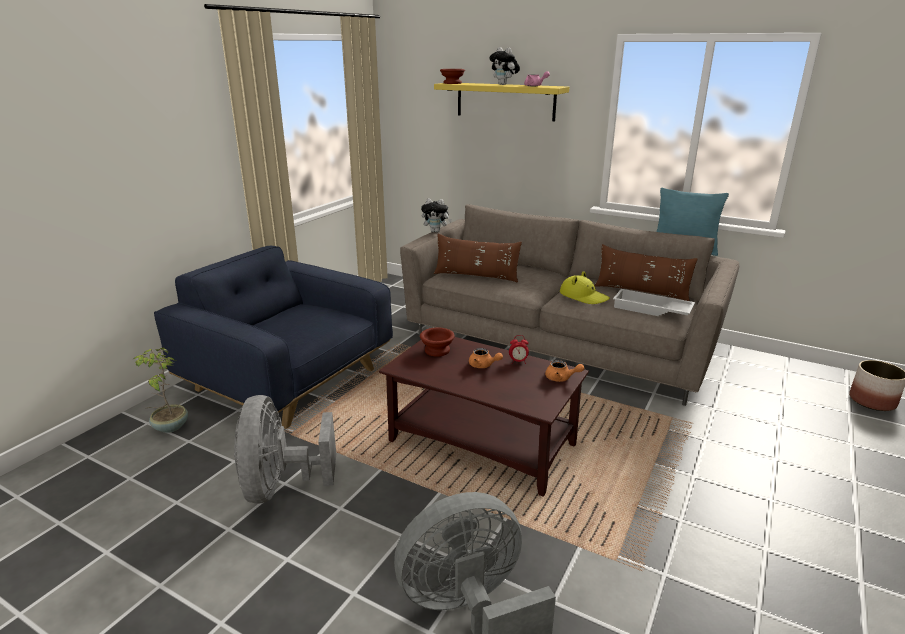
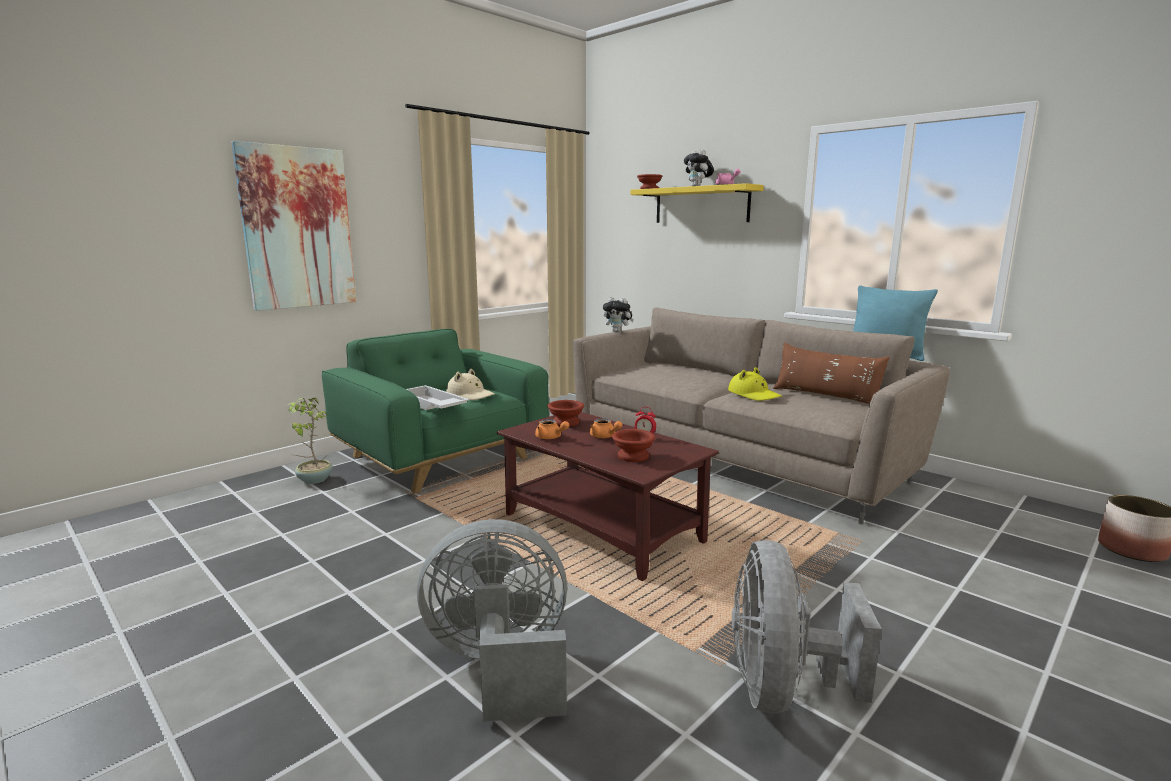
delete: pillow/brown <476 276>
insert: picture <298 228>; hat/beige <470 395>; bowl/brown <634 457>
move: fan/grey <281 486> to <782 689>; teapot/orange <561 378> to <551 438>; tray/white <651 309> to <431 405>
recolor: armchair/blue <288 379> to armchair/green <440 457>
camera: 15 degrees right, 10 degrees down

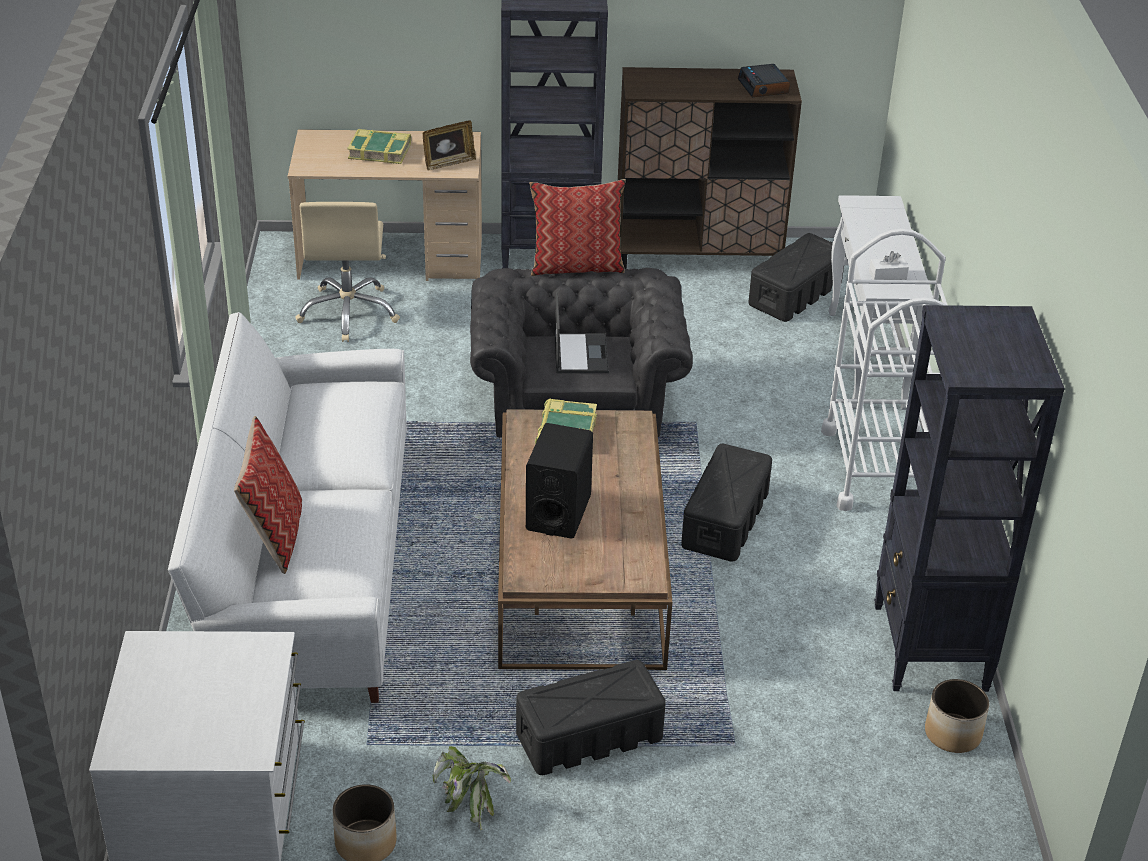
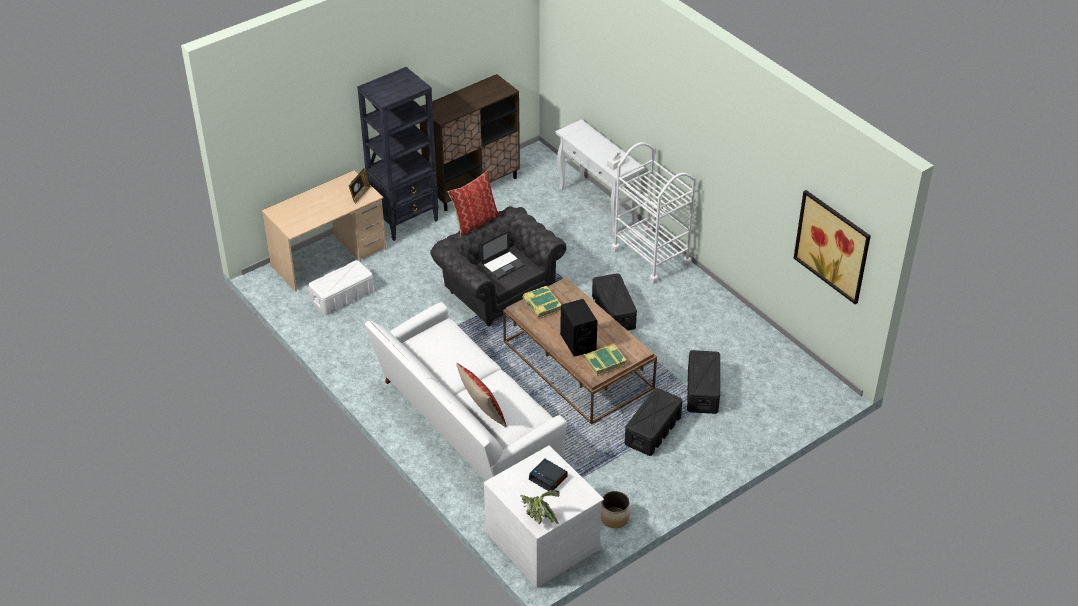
delete: bookcase/black <929 649>; planter <952 734>
insert: picture <832 246>
move: book <380 151> to <604 362>; potted plant <470 803> to <538 516>; alarm clock <764 87> to <548 478>; storage box/black <794 294> to <702 391>
replace: office chair/beige <349 313> to storage box/white <342 296>
rotate: laptop <580 353> = <503 264> 90 degrees clockwise
camera: 35 degrees left, 5 degrees up

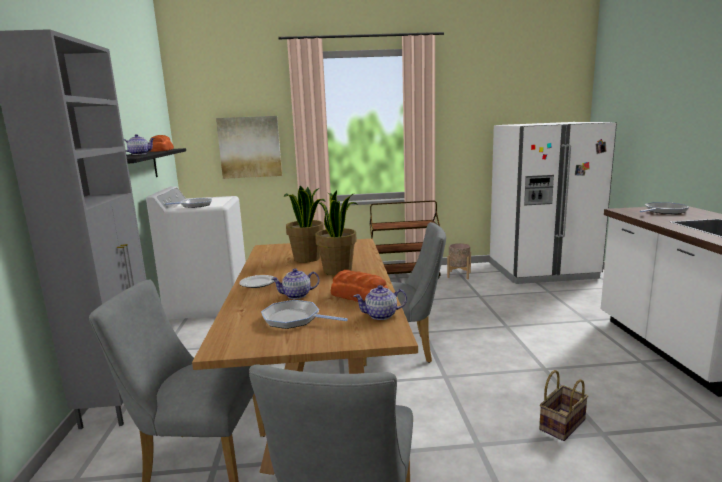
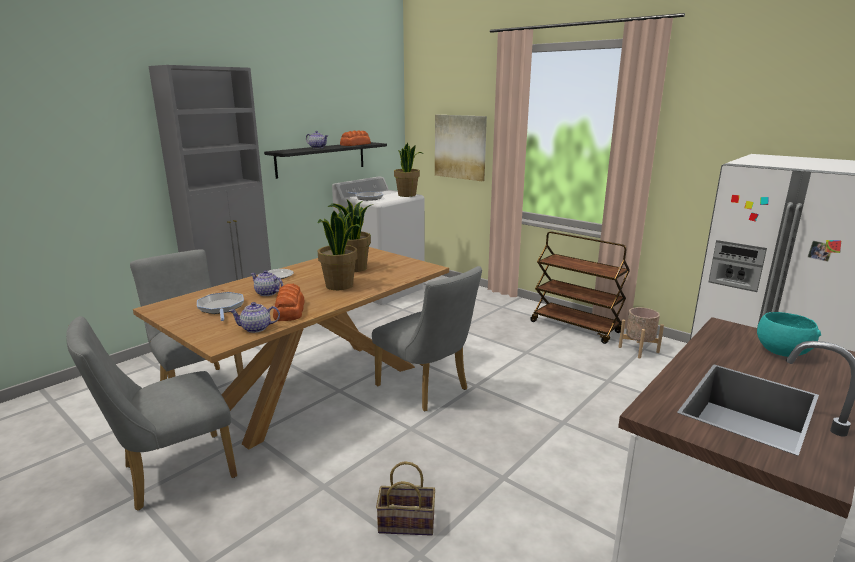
insert: potted plant <407 195>
replace: frying pan <664 211> to bowl/turquoise <781 352>
rotate: teapot <381 315> = <256 328> 45 degrees counterclockwise
camera: 45 degrees right, 5 degrees up

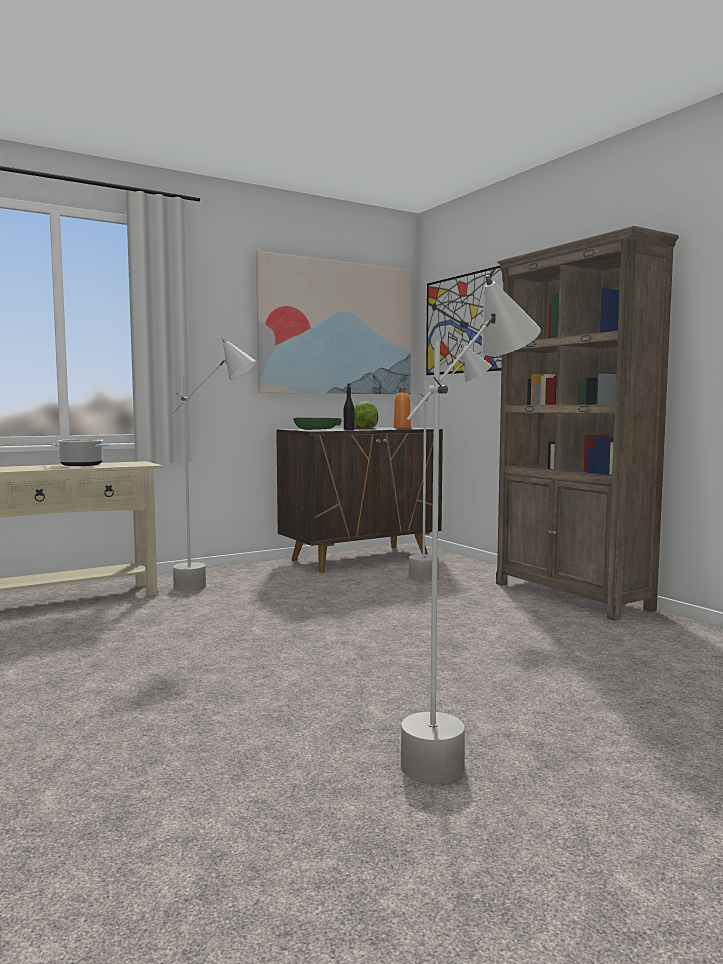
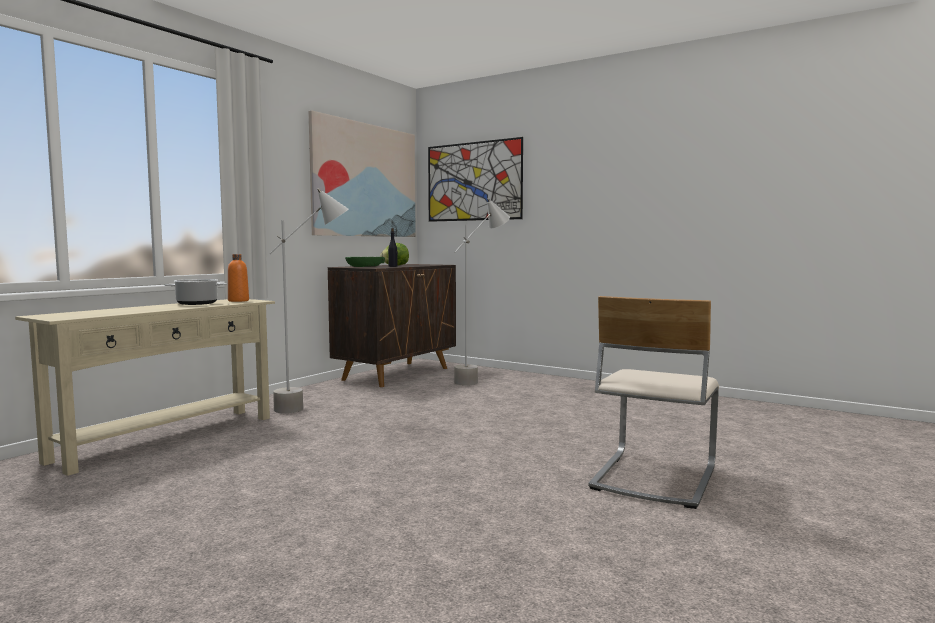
delete: bookcase/brown <571 596>
move: bottle/orange <402 428> to <238 301>
replace: floor lamp/grey <466 749> to chair/beige <652 478>
camera: 25 degrees left, 0 degrees up

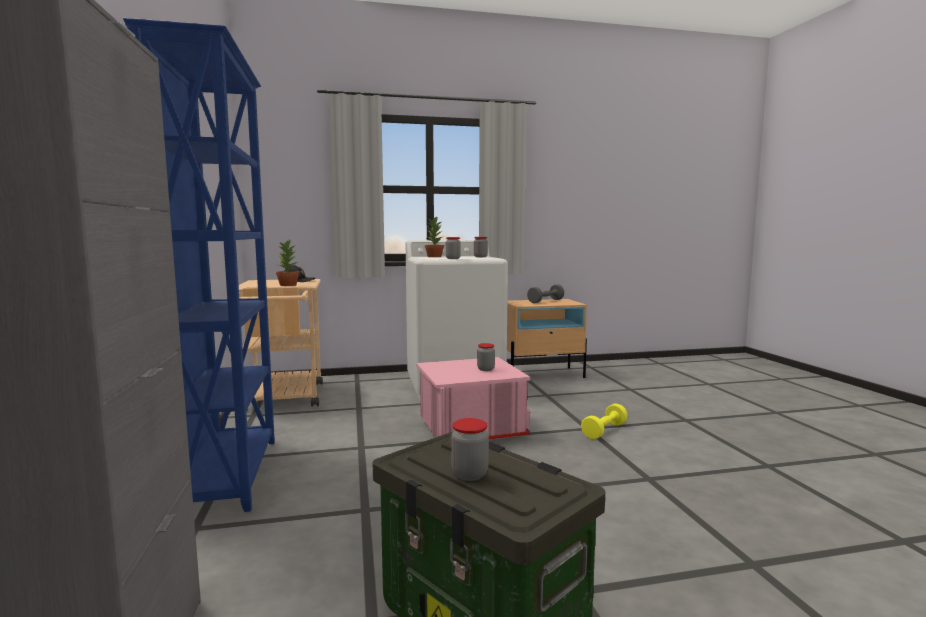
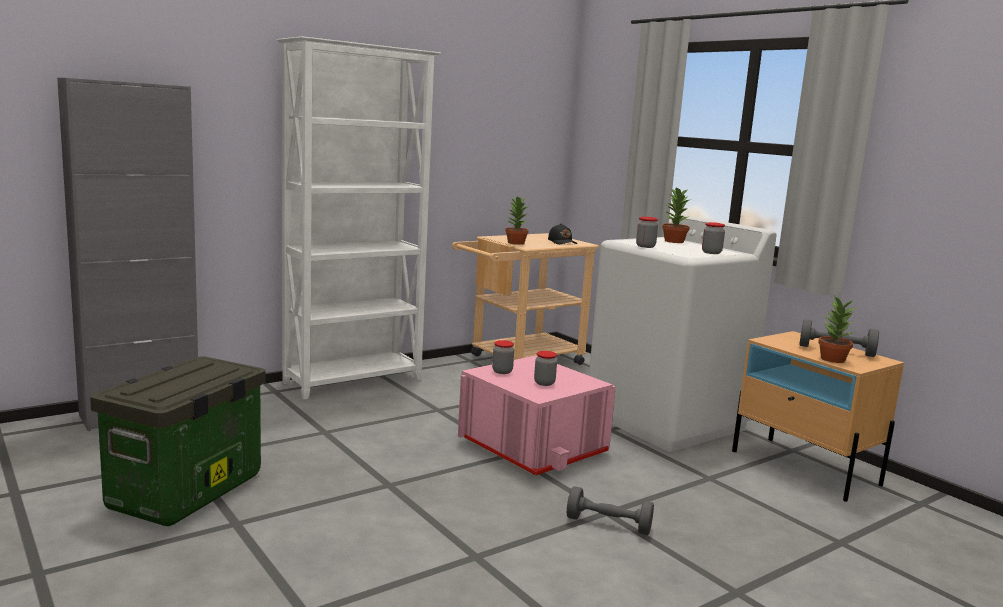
insert: potted plant <832 359>
move: jar <469 474> to <502 371>
recolor: bookcase/blue <232 474> to bookcase/white <355 381>; dumbbell/yellow <604 431> to dumbbell/grey <608 524>
camera: 65 degrees right, 5 degrees up

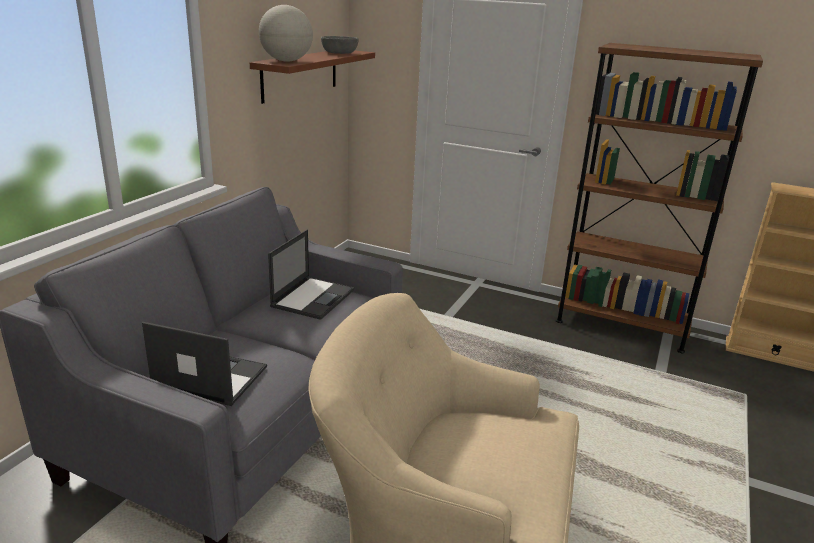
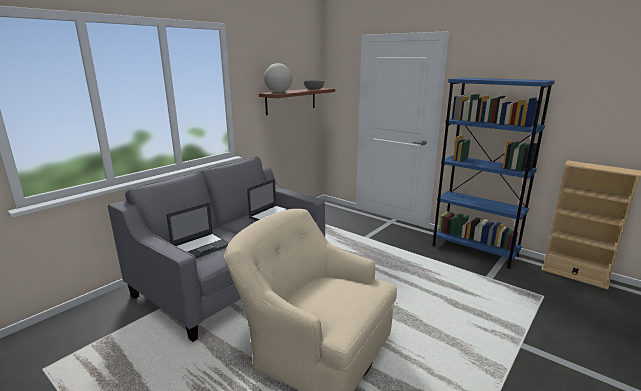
recolor: bookcase/brown <621 325> to bookcase/blue <474 250>
rotate: laptop <209 377> = <201 246> 105 degrees clockwise
camera: 15 degrees right, 5 degrees down

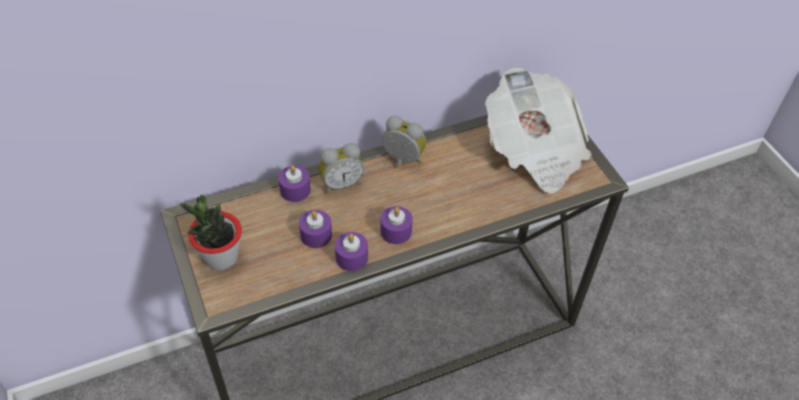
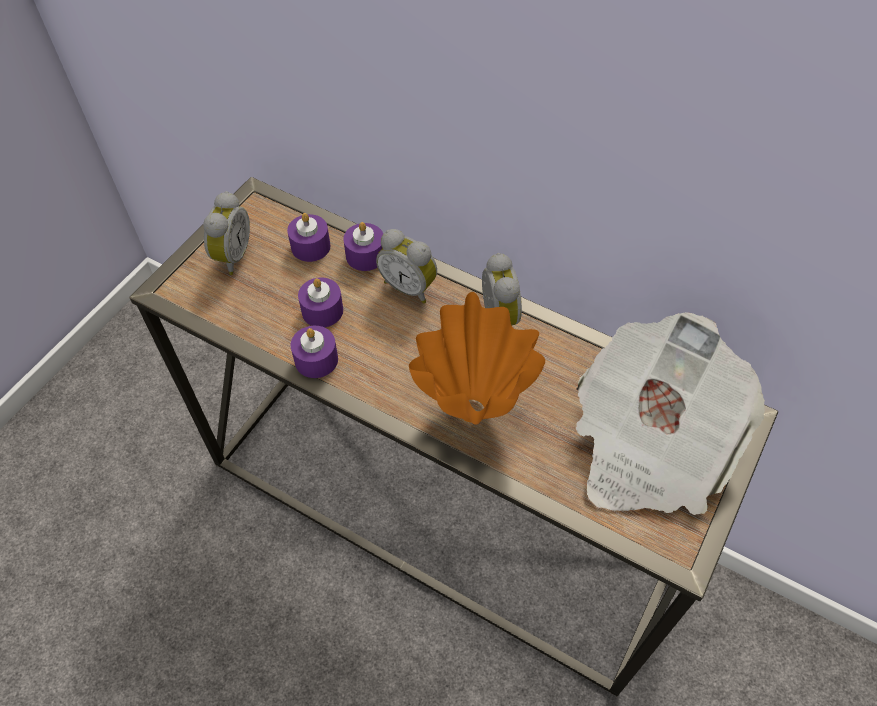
insert: vase/orange <471 413>
move: candle/purple <396 231> to <310 246>
replace: potted plant <221 258> to alarm clock <231 256>
camera: 55 degrees right, 5 degrees up

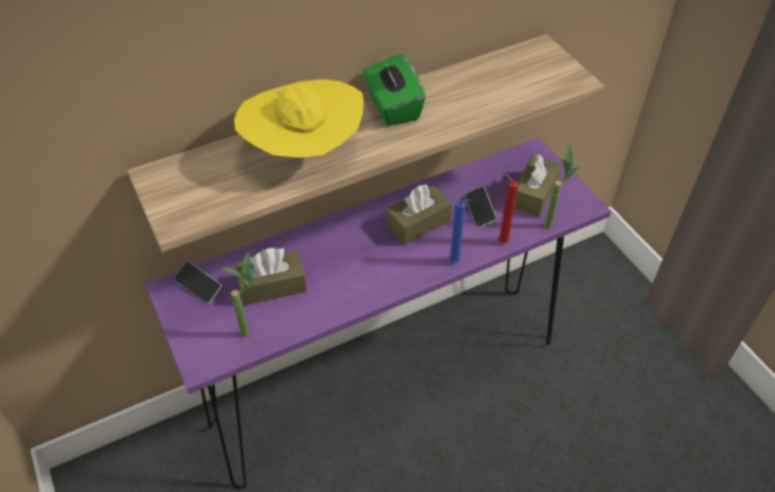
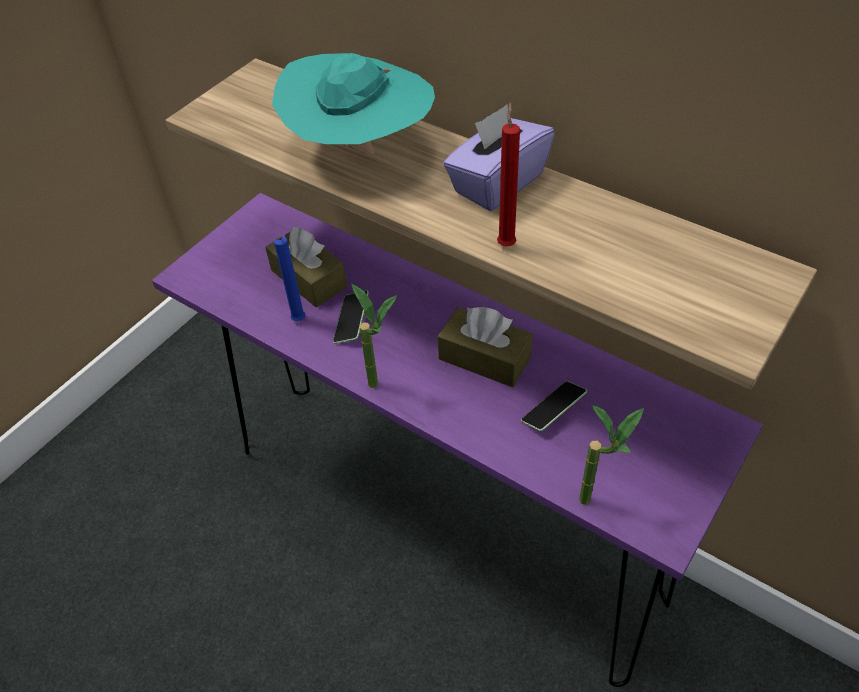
delete: tissue box/brown <534 194>
move: phone <199 286> to <352 323>; potted plant <251 329> to <382 386>; candle/blue <456 262> to <298 322>; candle/red <501 241> to <506 243>
recolor: hat/yellow <304 153> to hat/turquoise <359 150>; tissue box/green <393 107> to tissue box/purple <497 183>
camera: 65 degrees right, 0 degrees up

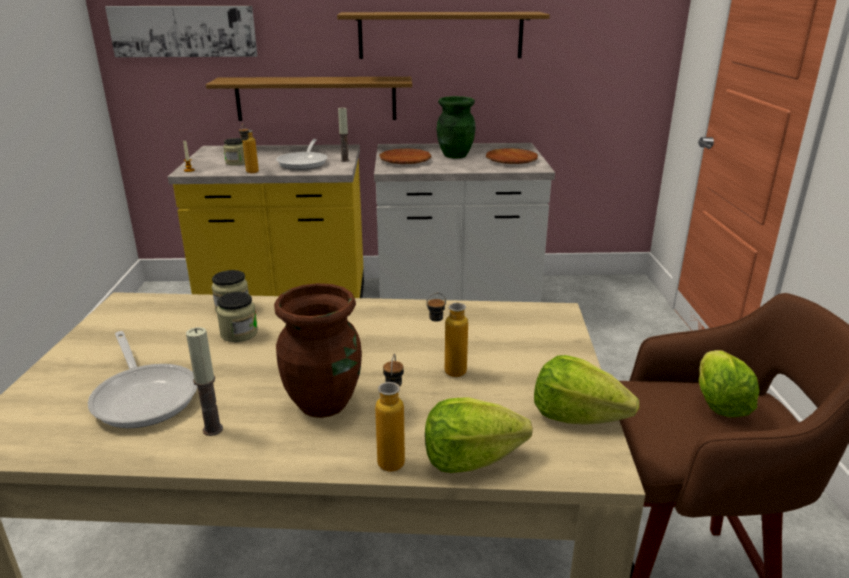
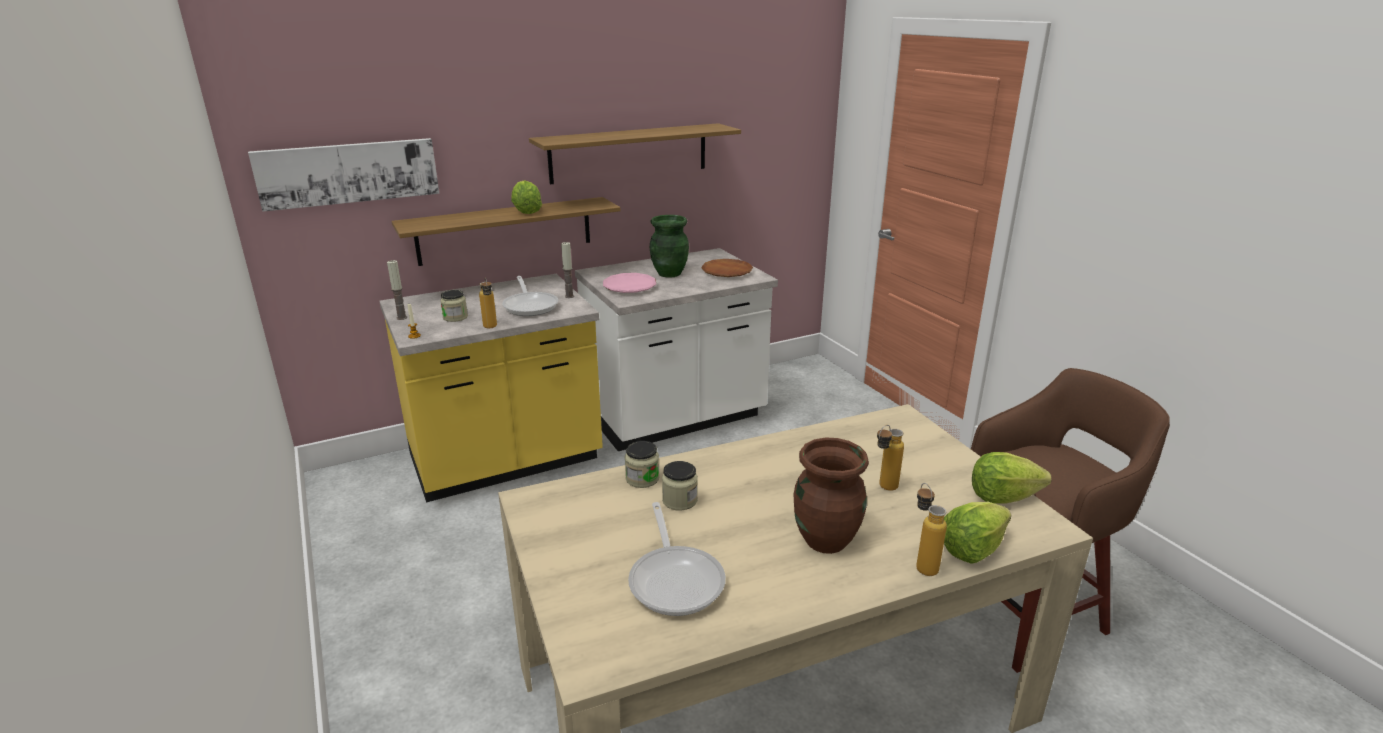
move: candle <213 429> to <402 318>; lettuce <718 402> to <526 211>
recolor: plate/brown <405 160> to plate/pink <629 287>
rotate: frying pan <145 396> = <675 579> 45 degrees clockwise
camera: 25 degrees left, 0 degrees up

